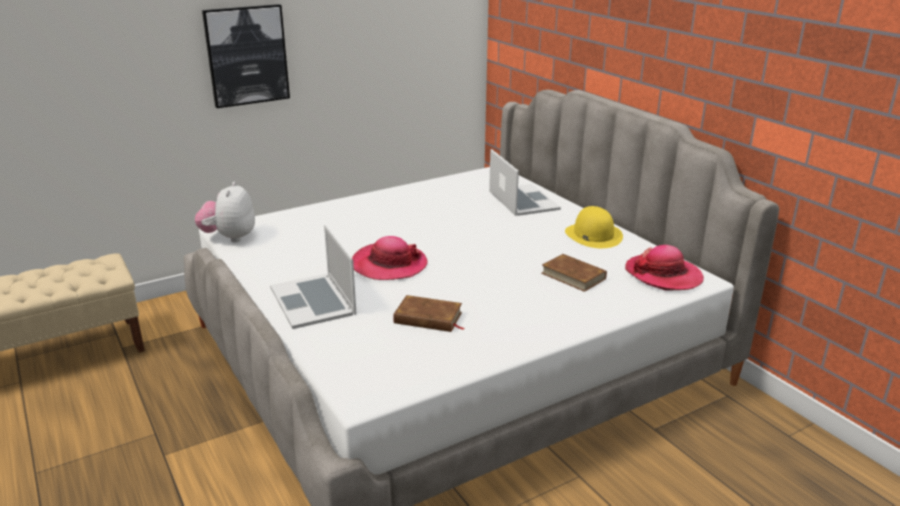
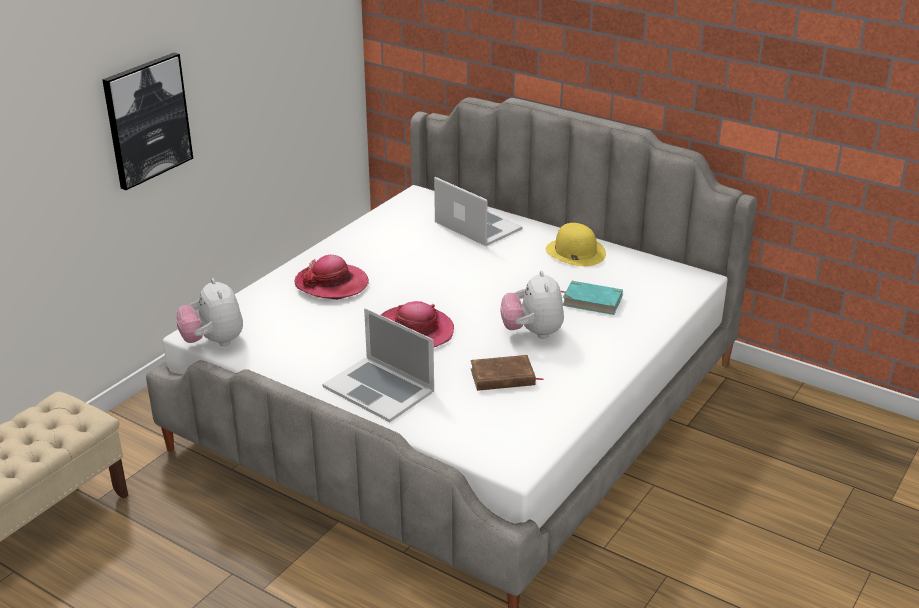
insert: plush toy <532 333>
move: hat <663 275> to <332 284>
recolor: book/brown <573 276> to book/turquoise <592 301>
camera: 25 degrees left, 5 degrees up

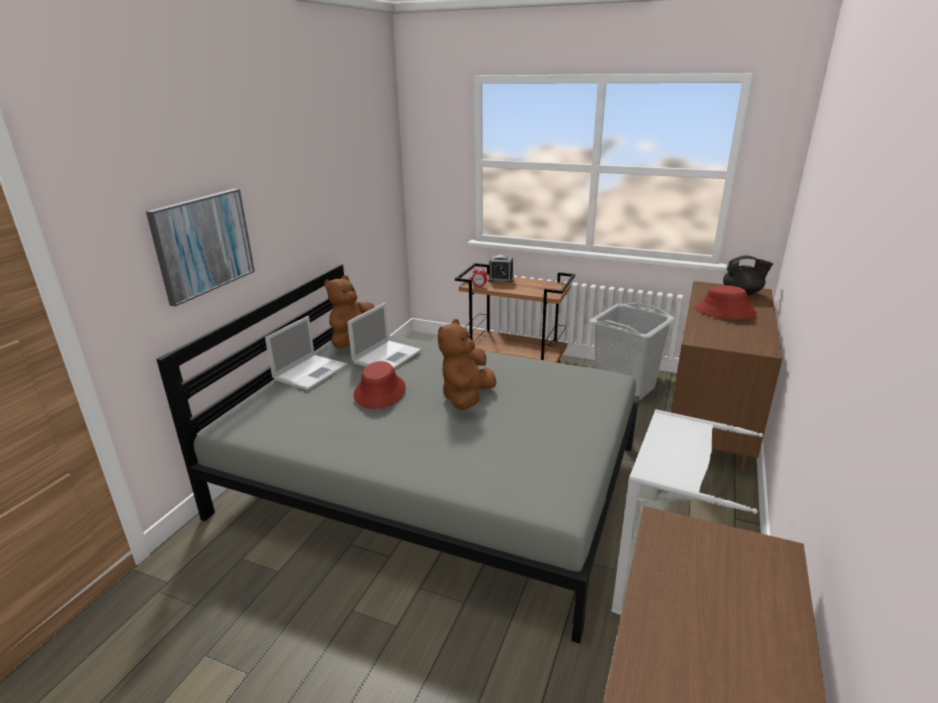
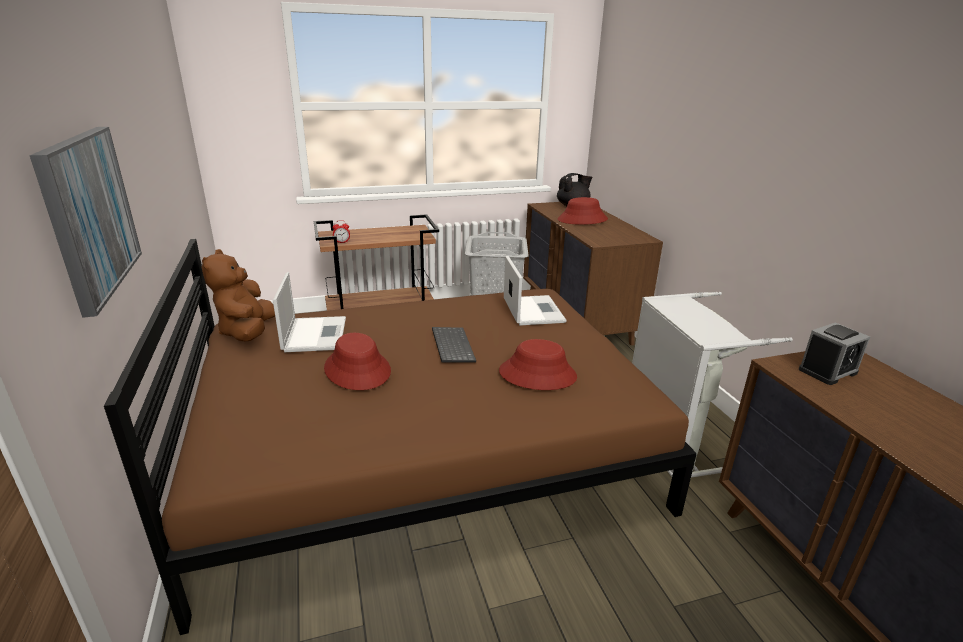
insert: hat/red <537 374>
move: laptop <311 371> to <532 310>; alarm clock <501 279> to <827 371>
replace: plush toy/brown <467 398> to keyboard <451 346>
recolor: bed/grey <433 478> to bed/brown <421 448>
camera: 40 degrees left, 0 degrees up

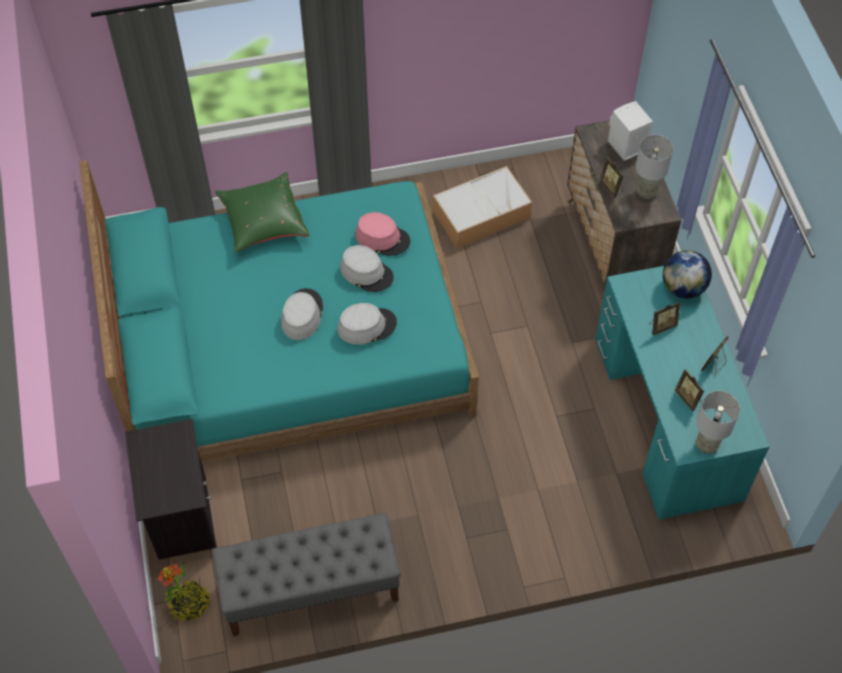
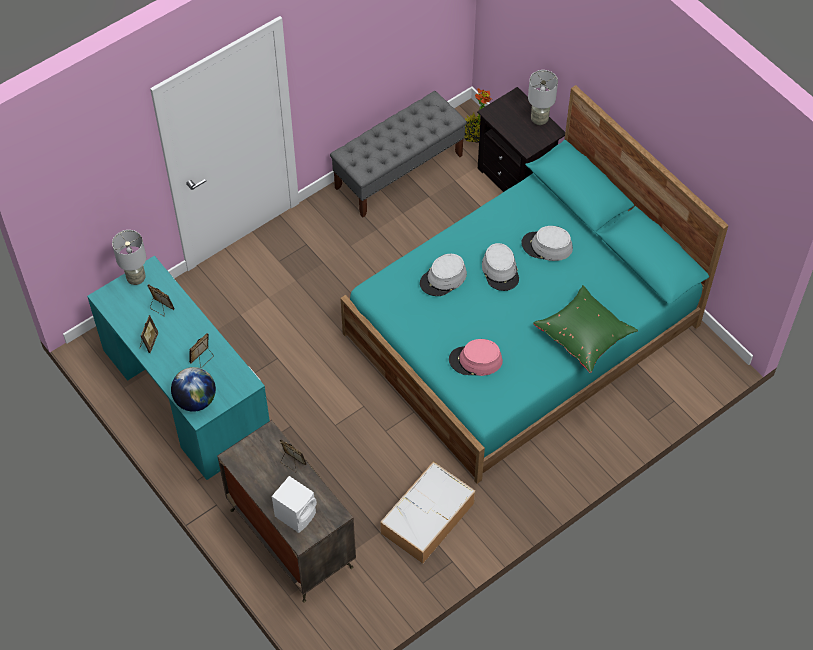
move: hat/grey <367 272> to <547 246>; table lamp/grey <646 192> to <539 119>
camera: 155 degrees right, 0 degrees up

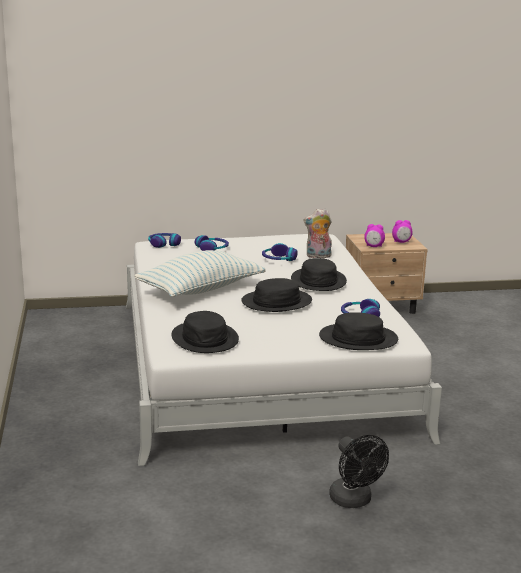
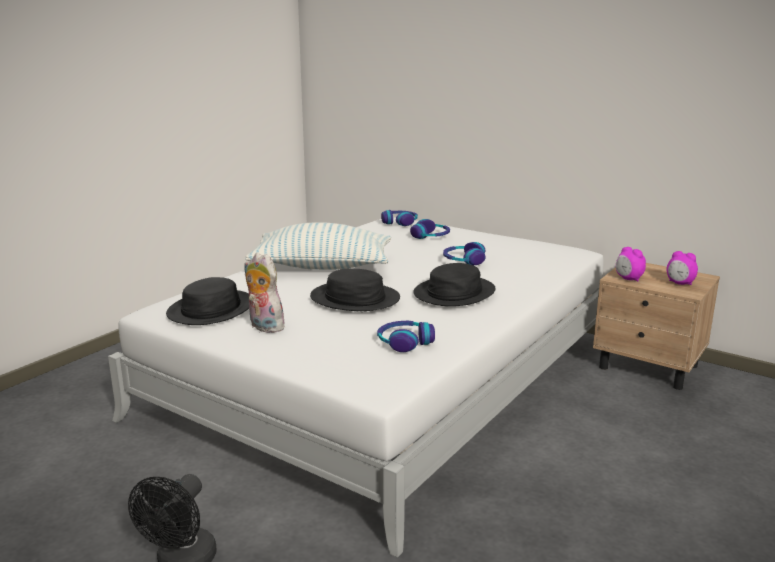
delete: hat/black <358 338>
move: plush toy <318 256> to <263 327>
camera: 45 degrees right, 0 degrees up

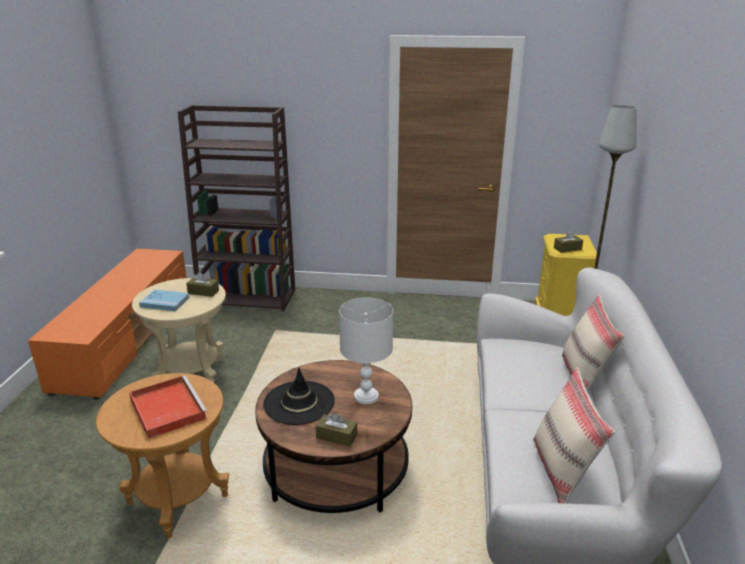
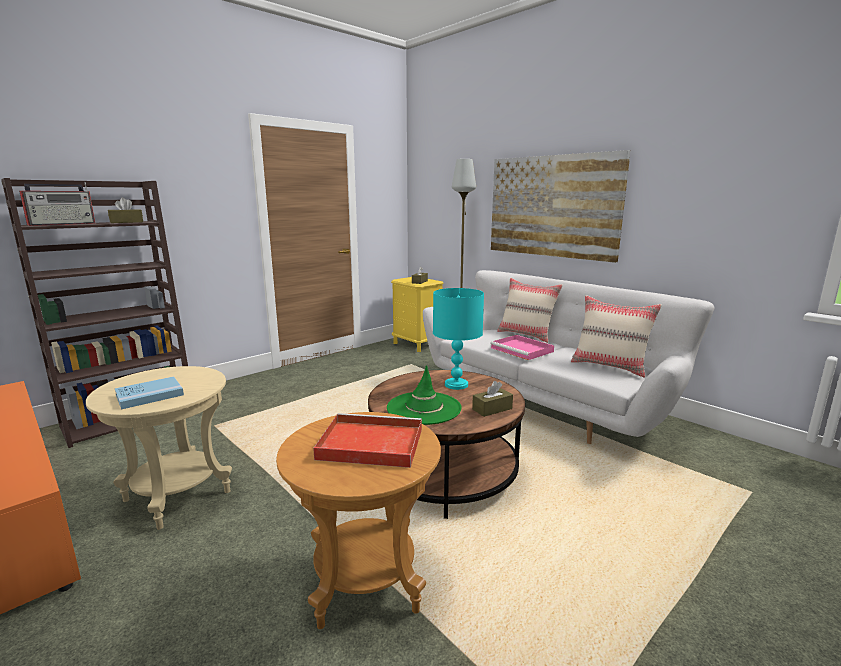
insert: radio <63 224>; tray/pink <523 350>; picture <552 206>
move: tissue box/brown <203 292> to <126 222>
recolor: hat/black <299 402> to hat/green <423 408>; table lamp/white <366 396> to table lamp/turquoise <456 384>
camera: 50 degrees left, 10 degrees down

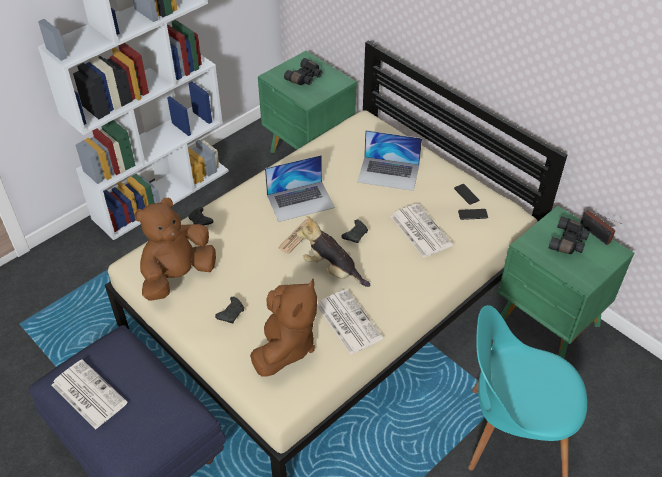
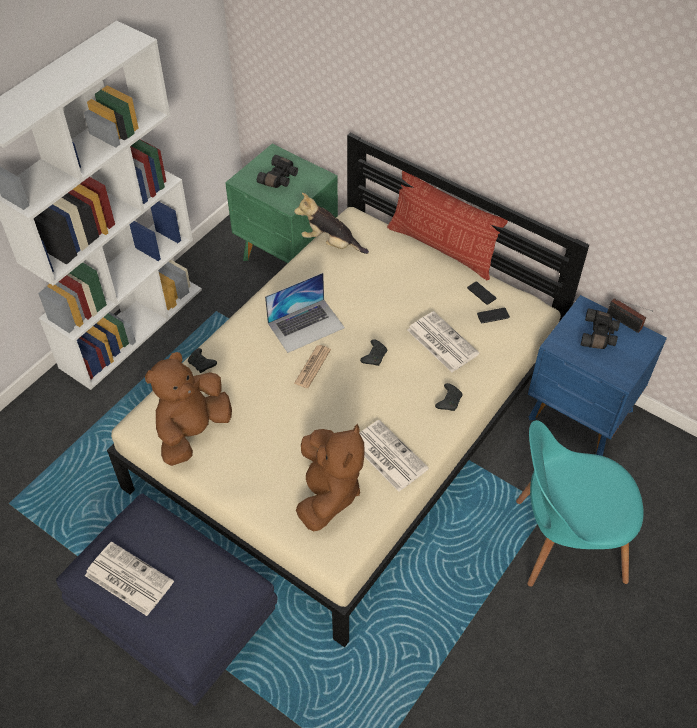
delete: laptop <388 173>
insert: pillow <442 248>
move: game controller/black <231 313> to <449 400>; plush toy <332 270> to <330 243>
recolor: nightstand/green <549 323> to nightstand/blue <580 416>
camera: 10 degrees left, 5 degrees up

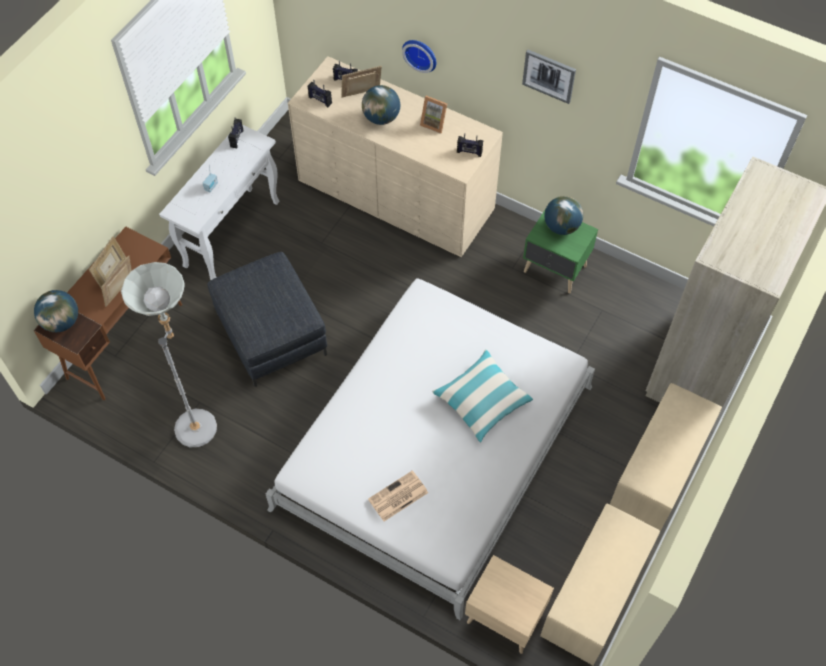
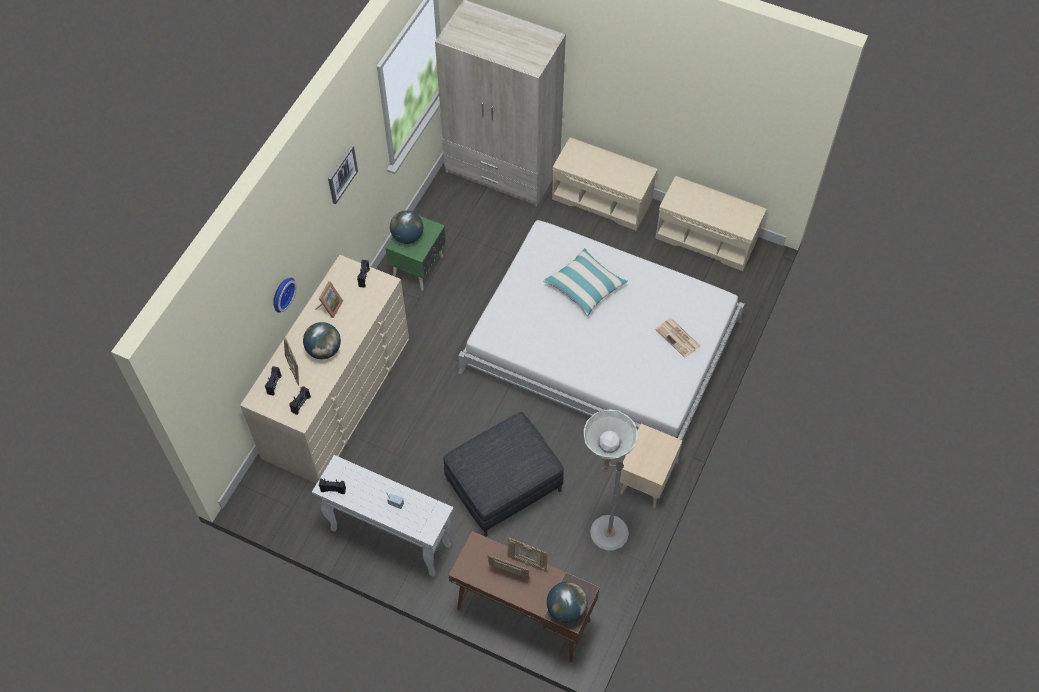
move: nightstand/beige <504 616> to <645 480>
camera: 95 degrees left, 0 degrees up

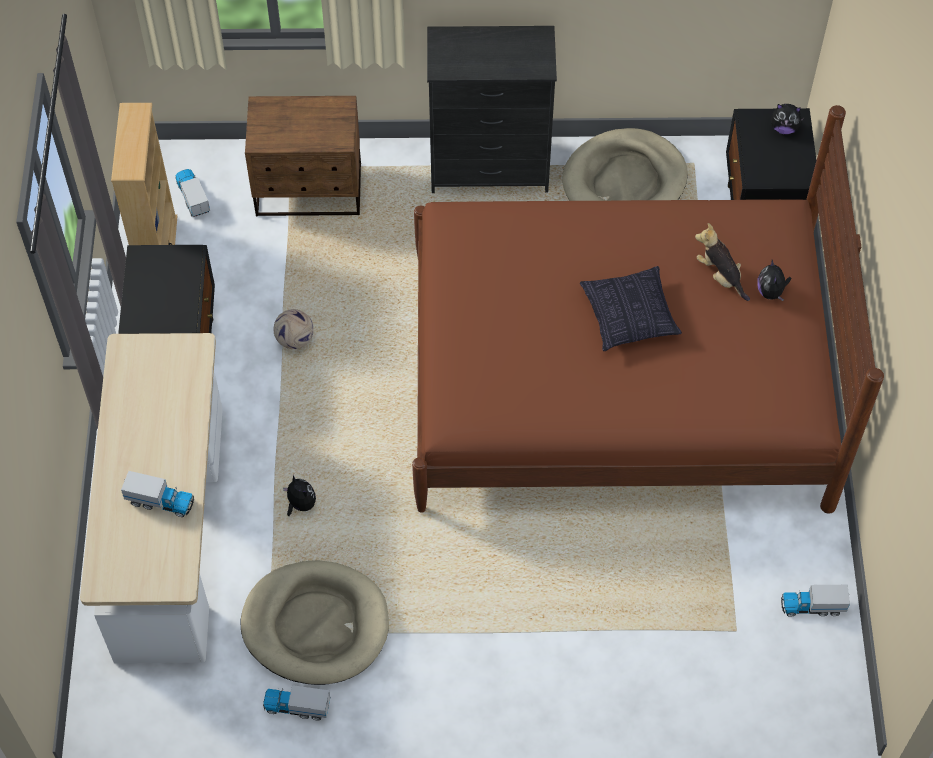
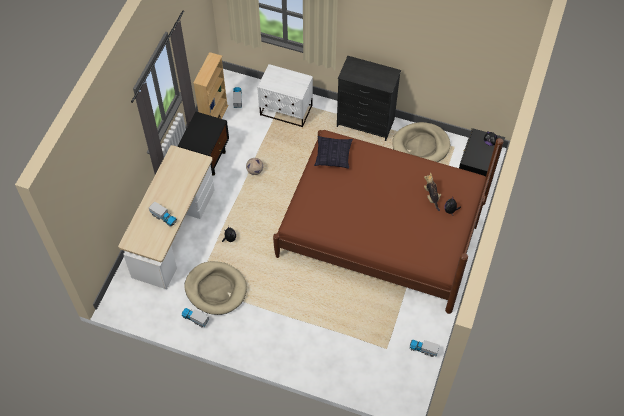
move: pillow <629 316> to <333 156>
recolor: nightstand/brown <309 190> to nightstand/white <286 111>
camera: 20 degrees right, 0 degrees up

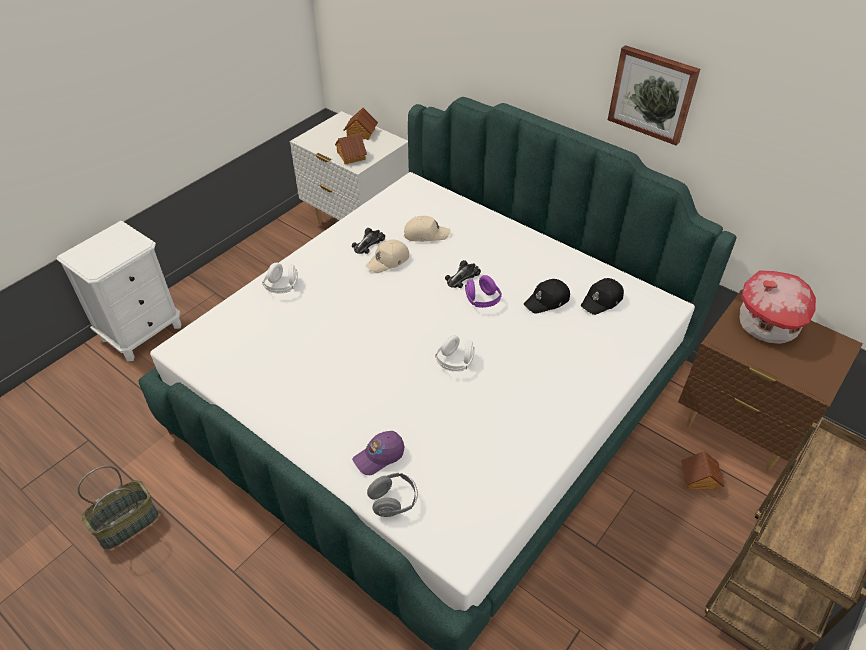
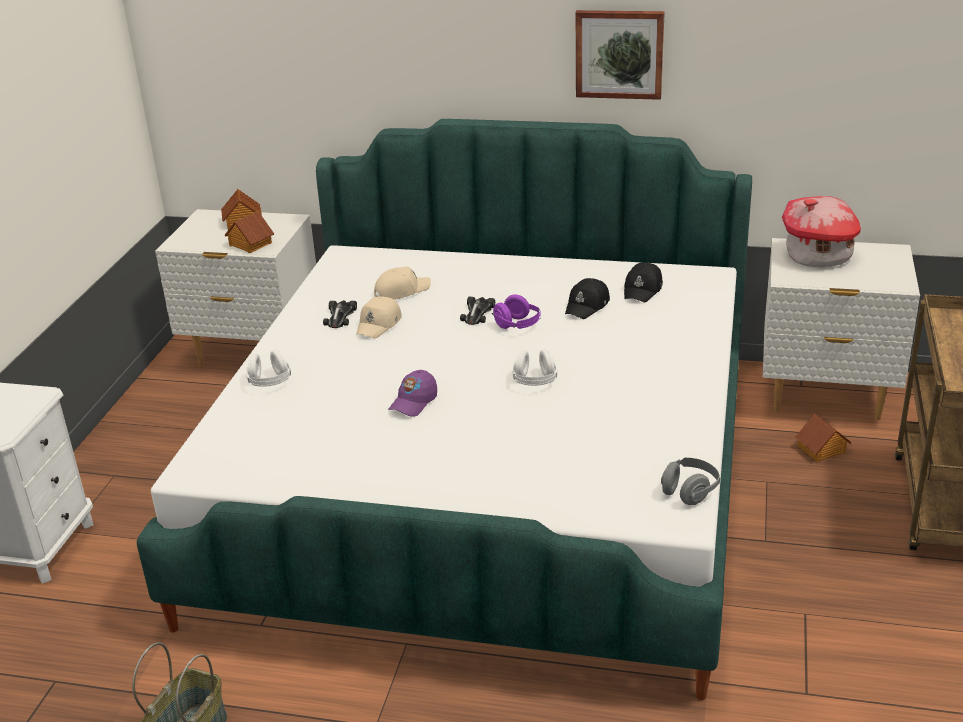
move: cap/purple <379 457> to <413 403>; headphones/grey <393 501> to <689 491>
recolor: nightstand/brown <738 428> to nightstand/white <826 396>
camera: 25 degrees left, 15 degrees down

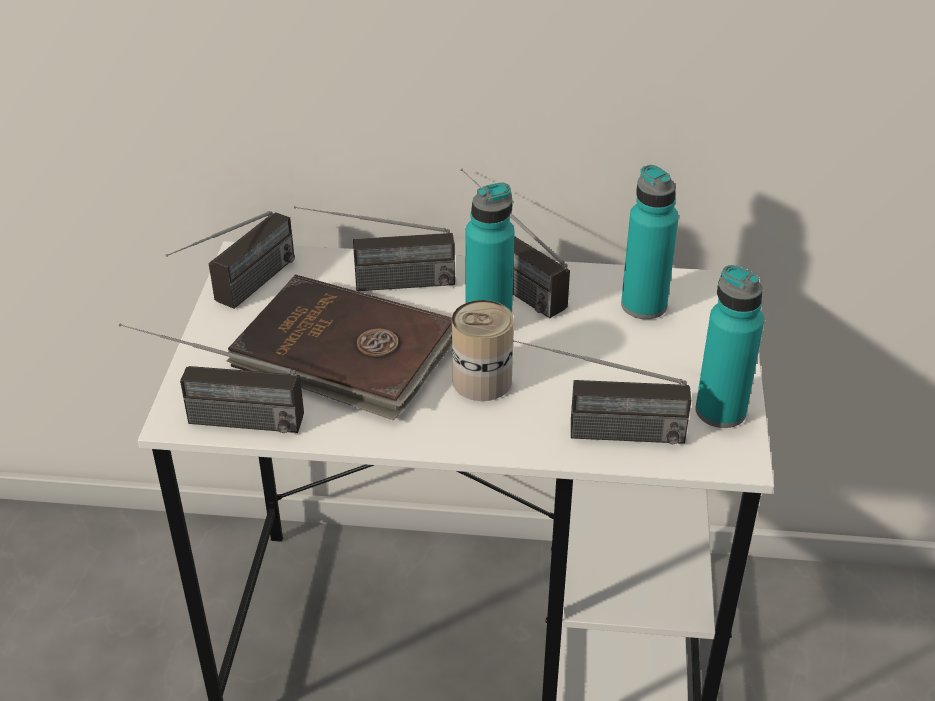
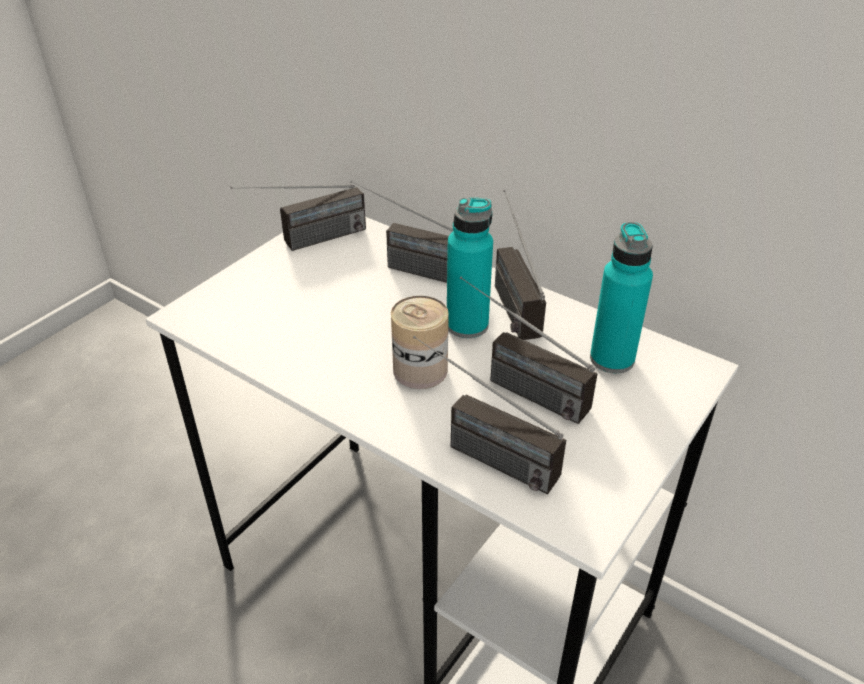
delete: book/brown <344 354>; bottle/turquoise <720 411>
move: radio <215 419> to <514 385>
camera: 30 degrees right, 0 degrees up

